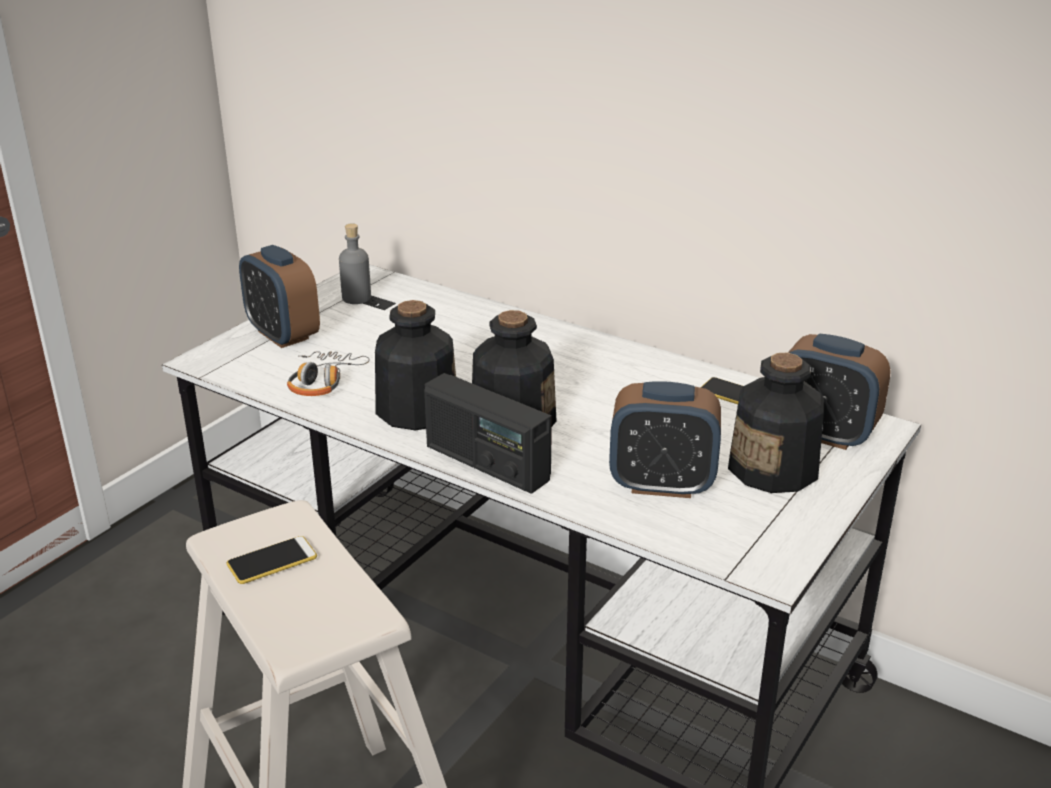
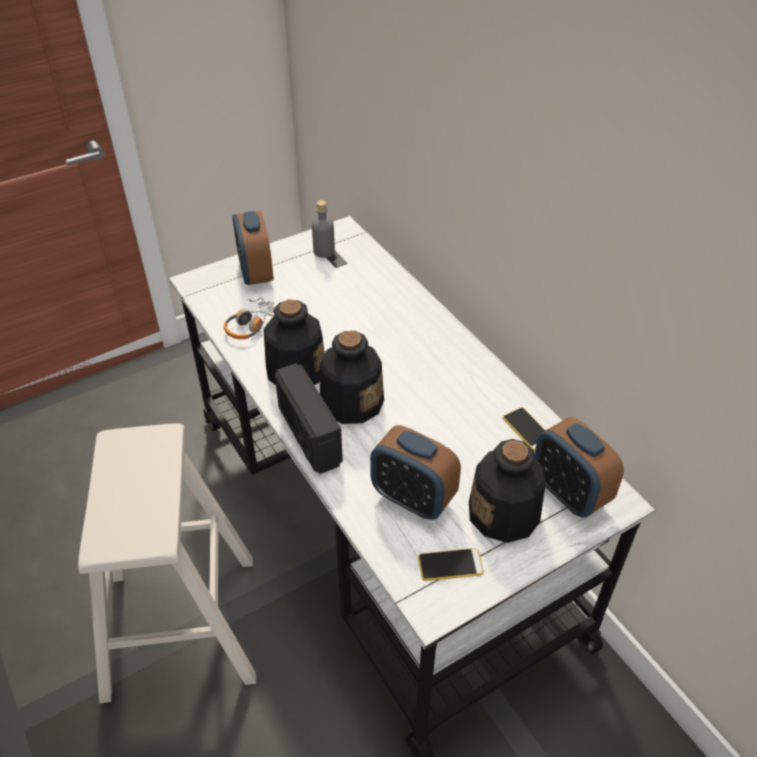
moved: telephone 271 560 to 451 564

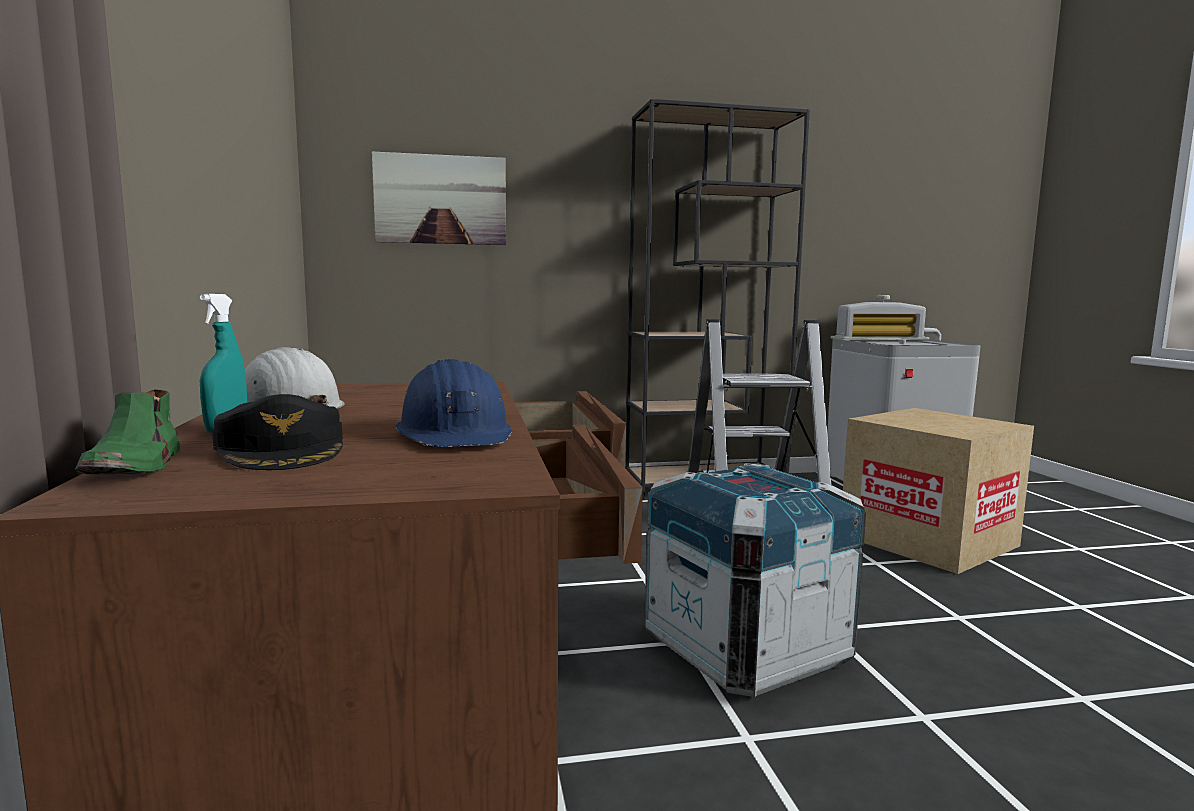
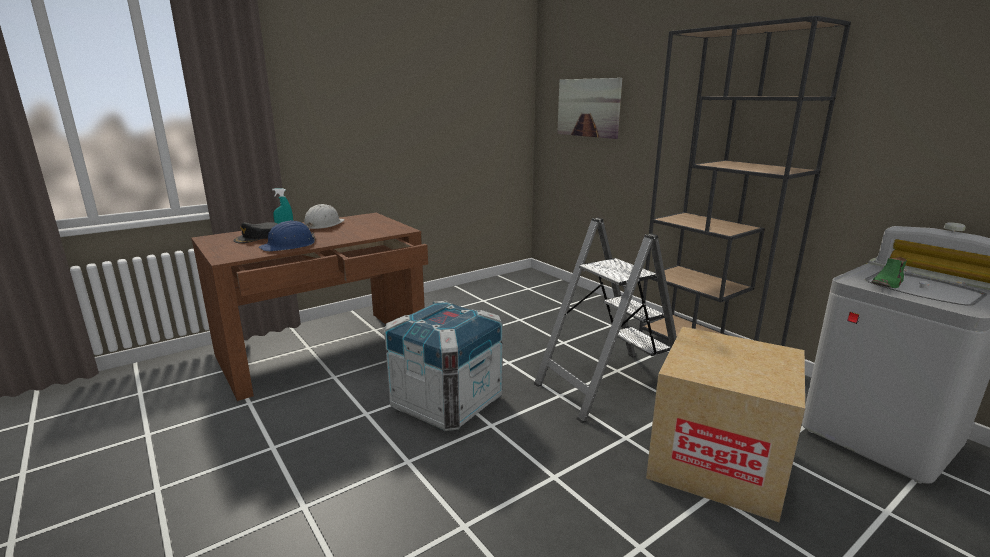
moved: green-coloured shoe 127 431 to 889 272

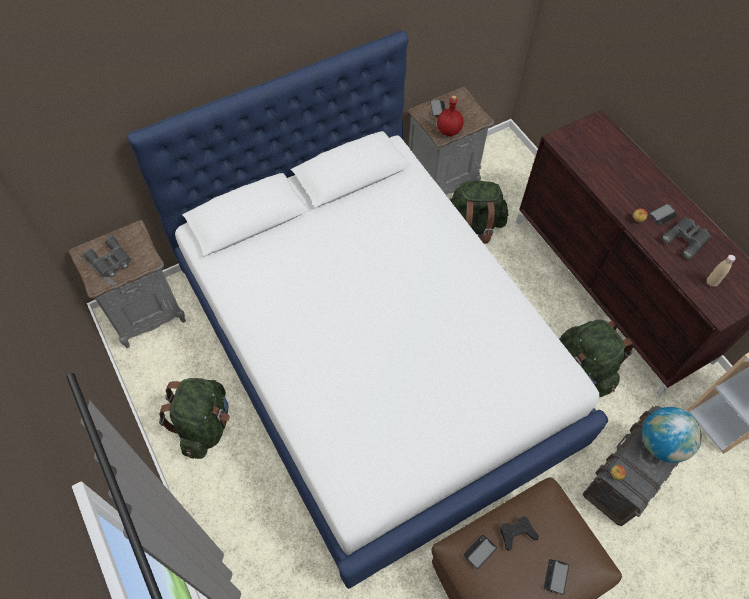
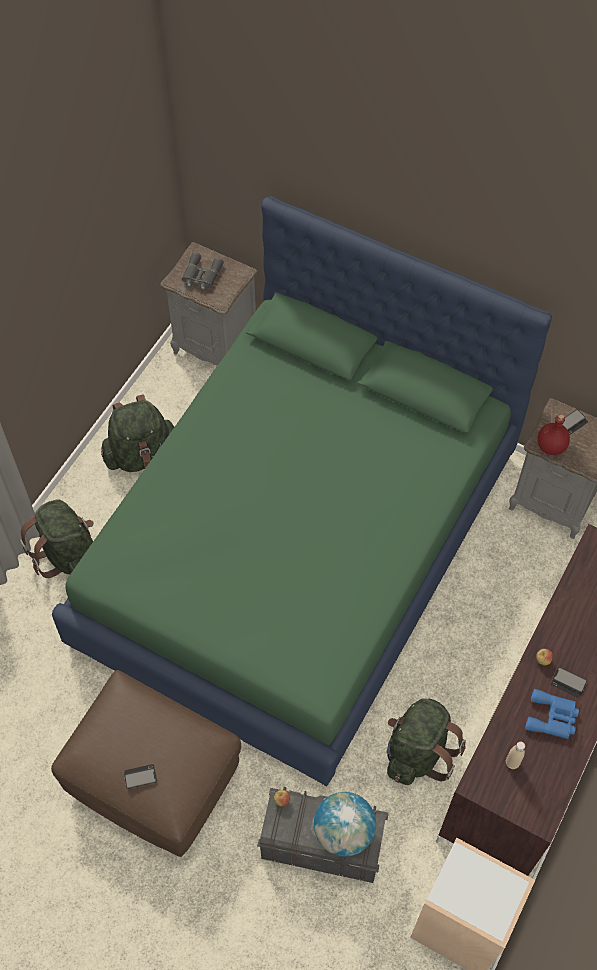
removed: telephone 480 552; black game controller 519 533
moved: green-coloured backpack 479 212 to 57 538
recoloured: white sleeping bed 368 309 to green-coloured sleeping bed 302 491; gray binoculars 686 238 to bluish binoculars 552 714

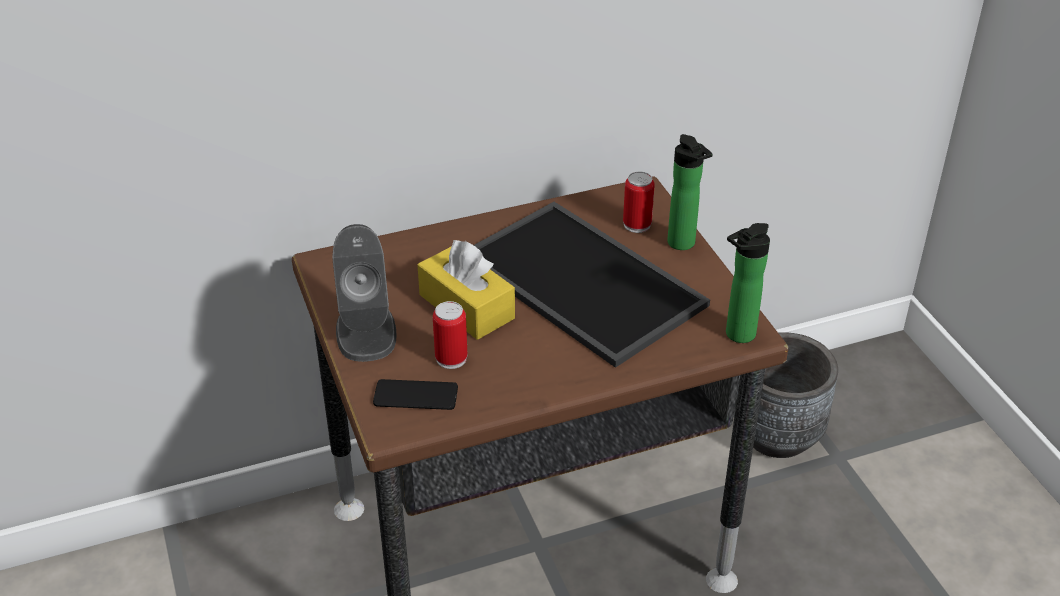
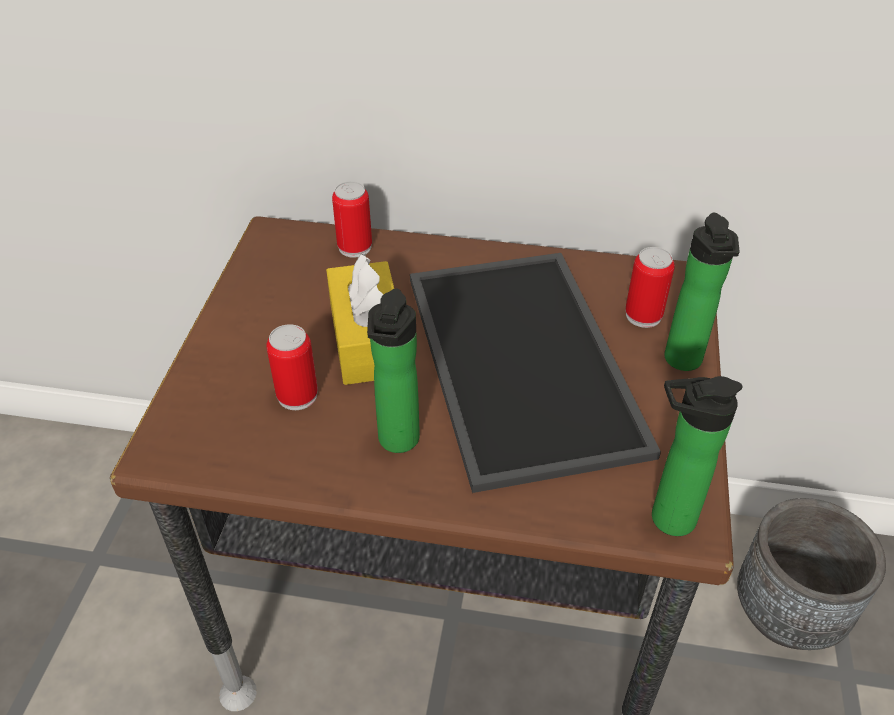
removed: gray loudspeaker 364 293; telephone 415 394
added: metal can 352 219; bottle 393 370

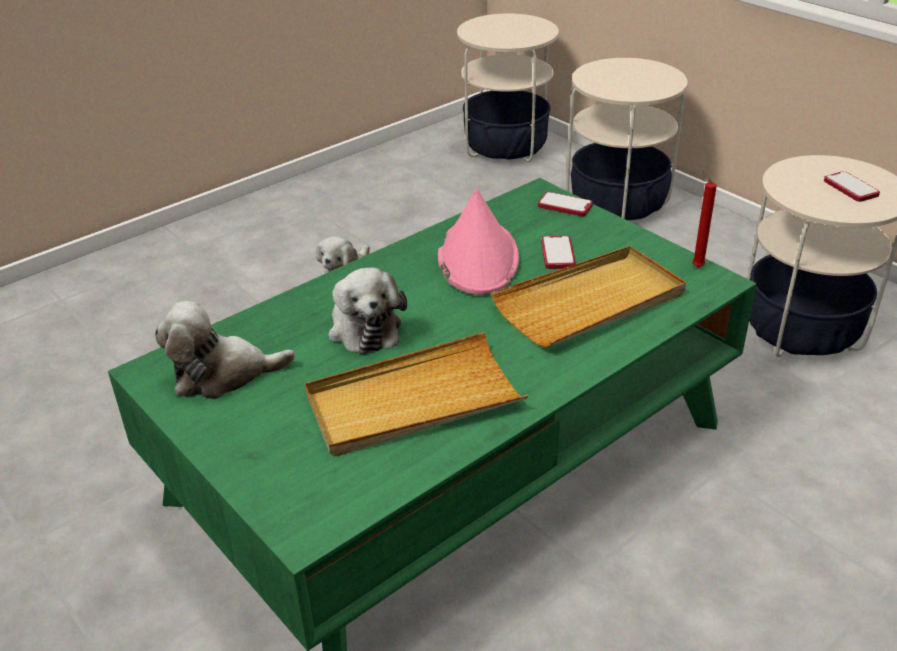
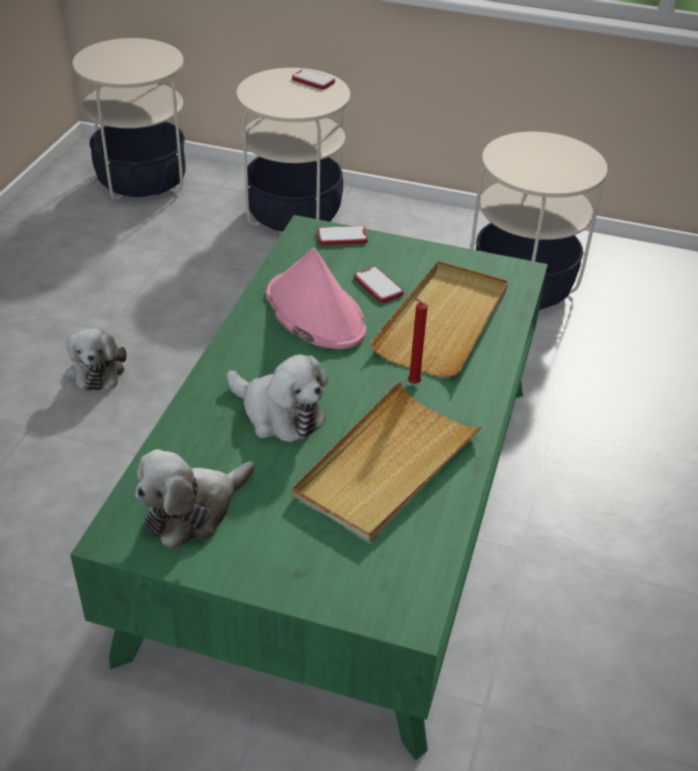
moved: red wax light 704 219 to 418 339; telephone 852 186 to 313 79

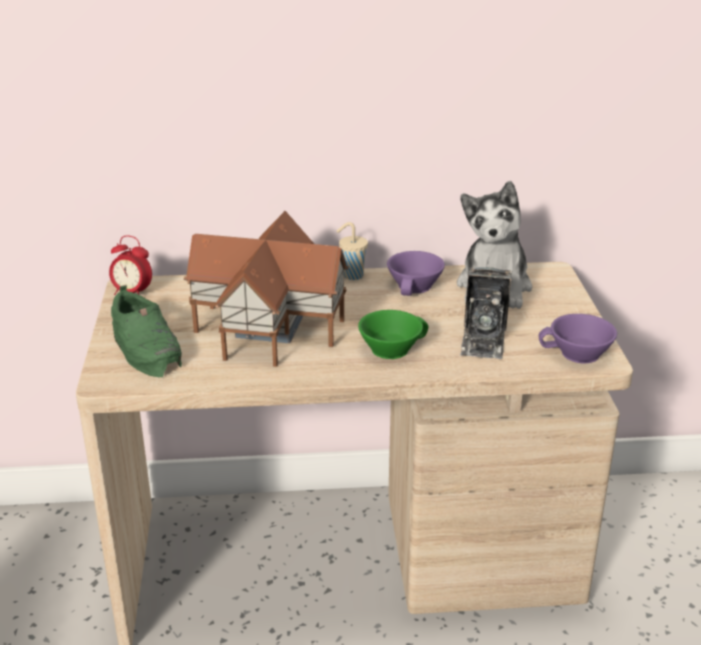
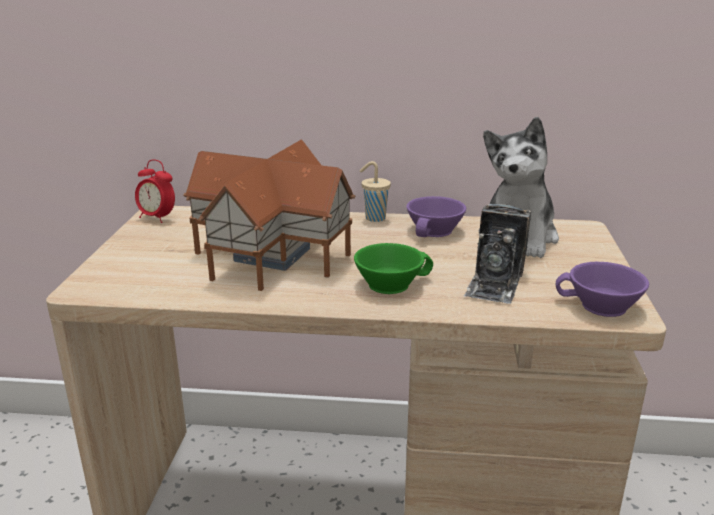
removed: green-coloured shoe 146 331

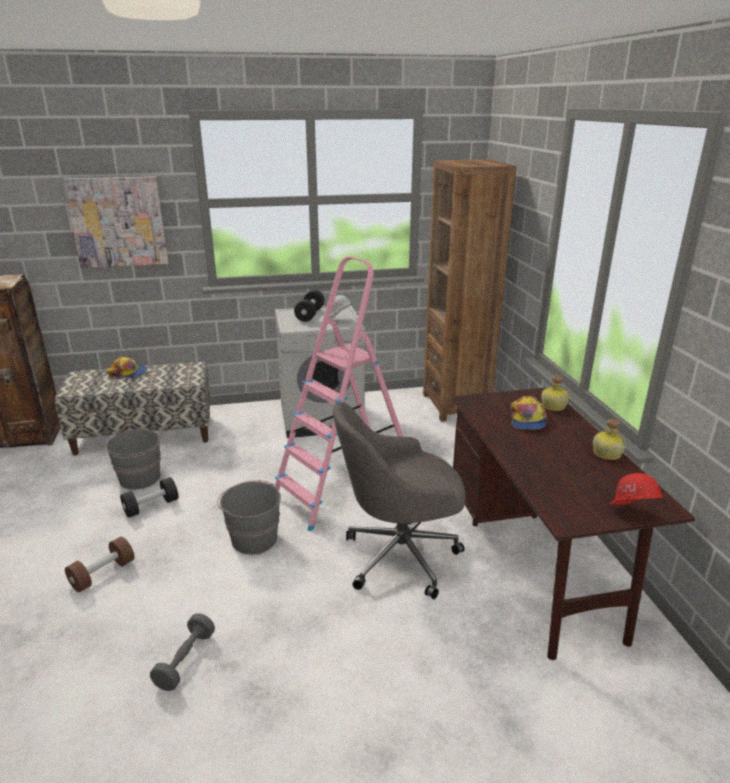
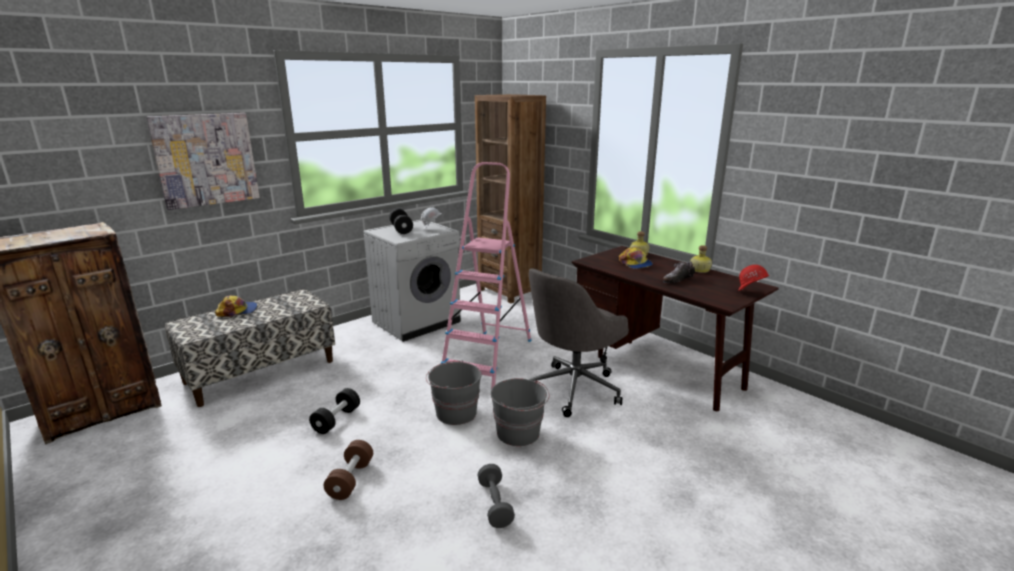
added: shoe 679 272
moved: gray water bucket 133 459 to 520 412

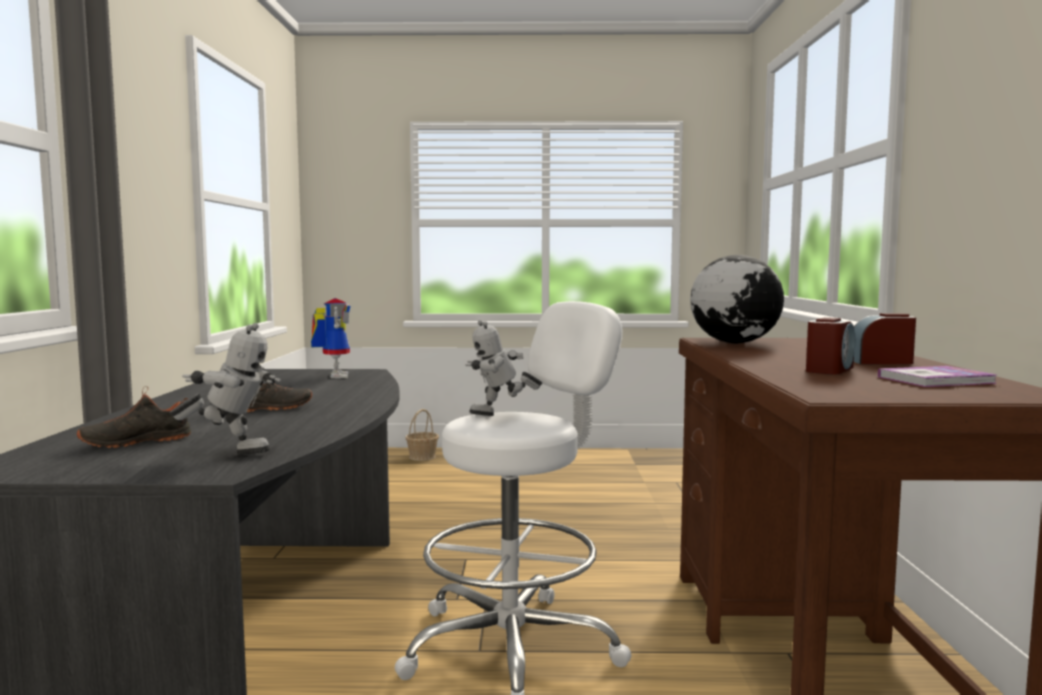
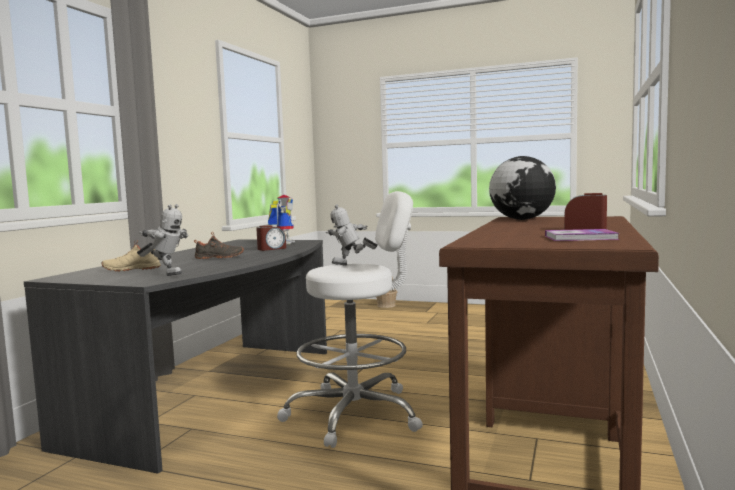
moved: alarm clock 830 346 to 271 238
recoloured: black shoe 134 417 to sand-coloured shoe 131 256

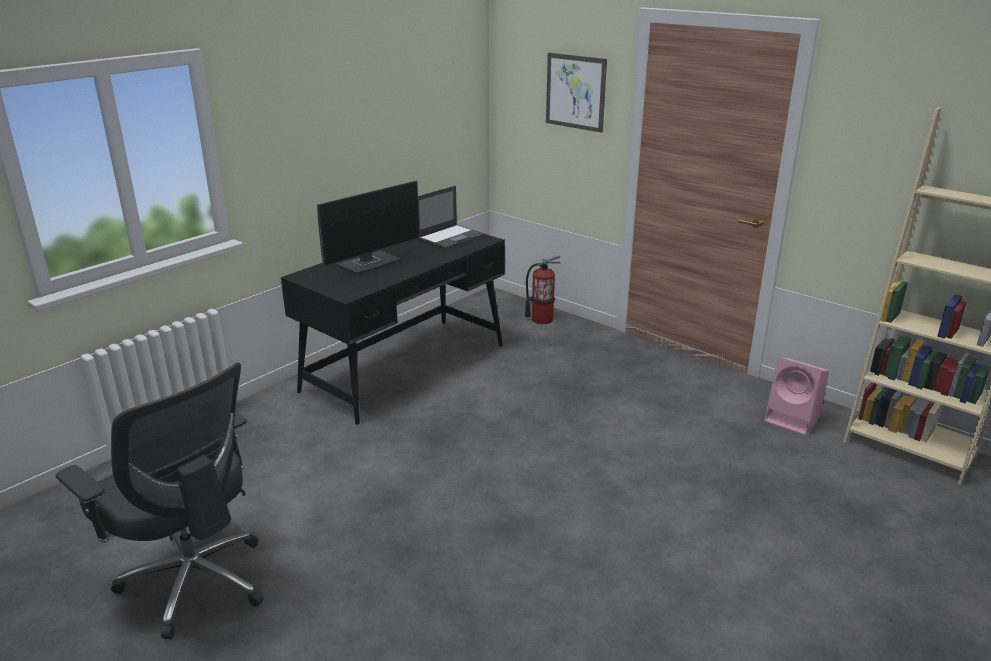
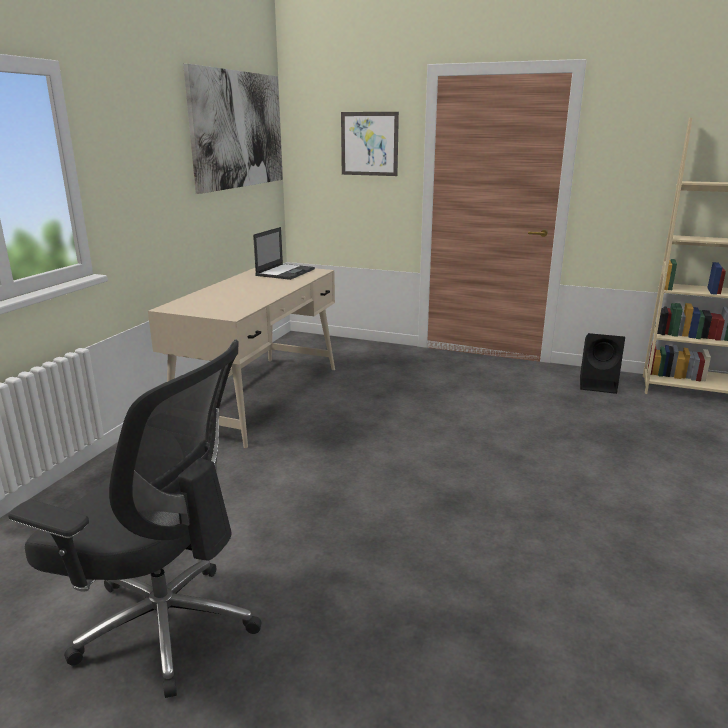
removed: computer display 368 227; fire extinguisher 543 289
added: wall picture 233 129
recoloured: black desk 393 329 to sand-coloured desk 241 358; pink-coloured loudspeaker 796 396 to black loudspeaker 602 363

